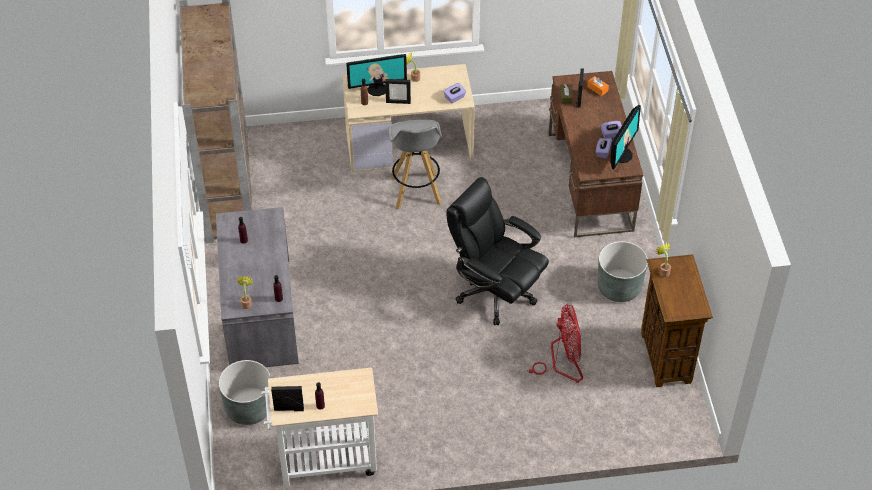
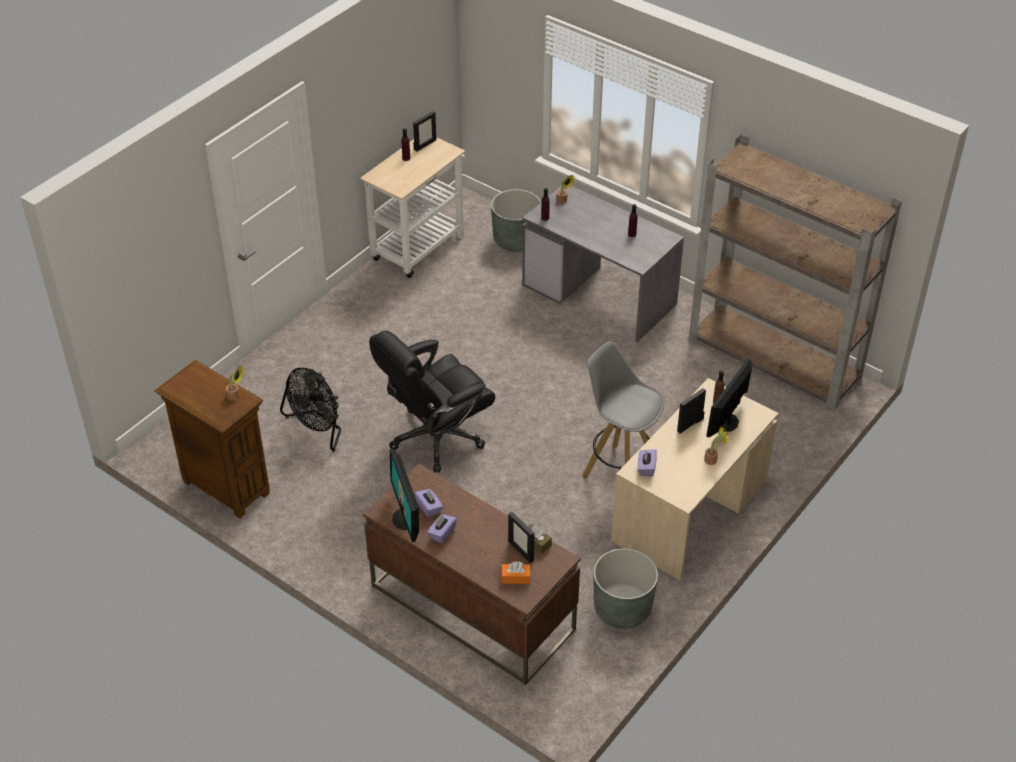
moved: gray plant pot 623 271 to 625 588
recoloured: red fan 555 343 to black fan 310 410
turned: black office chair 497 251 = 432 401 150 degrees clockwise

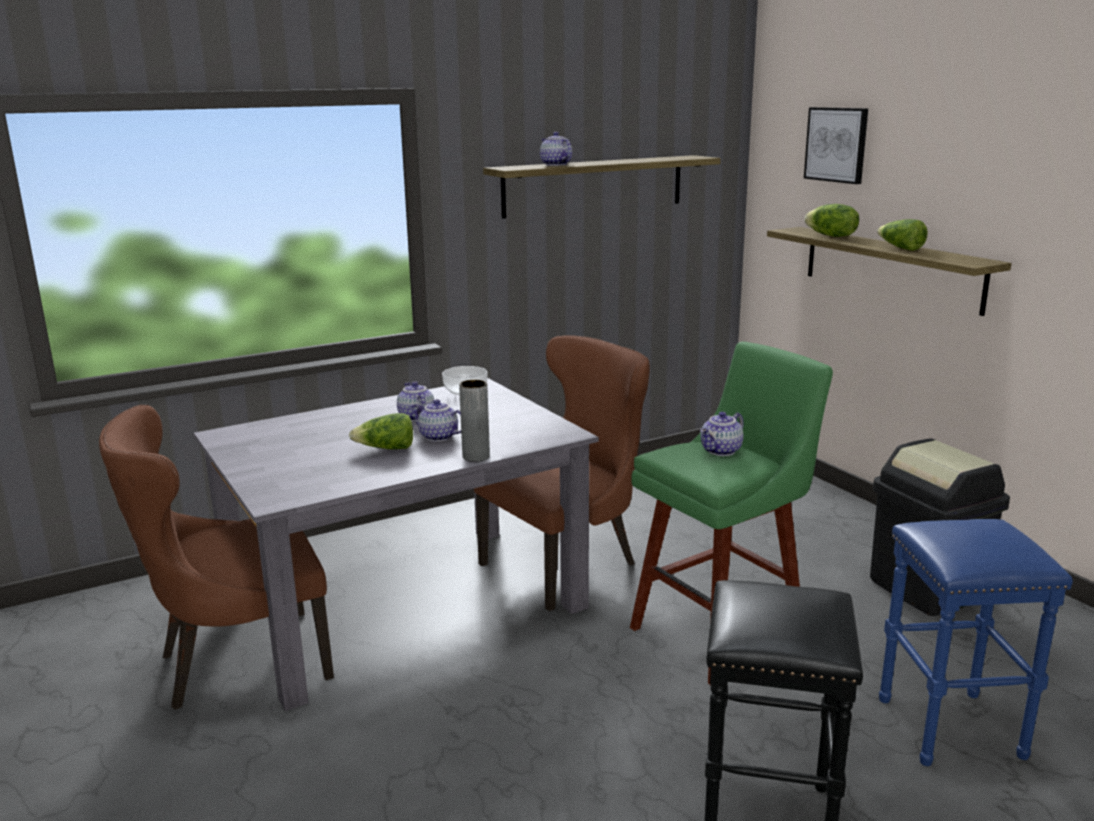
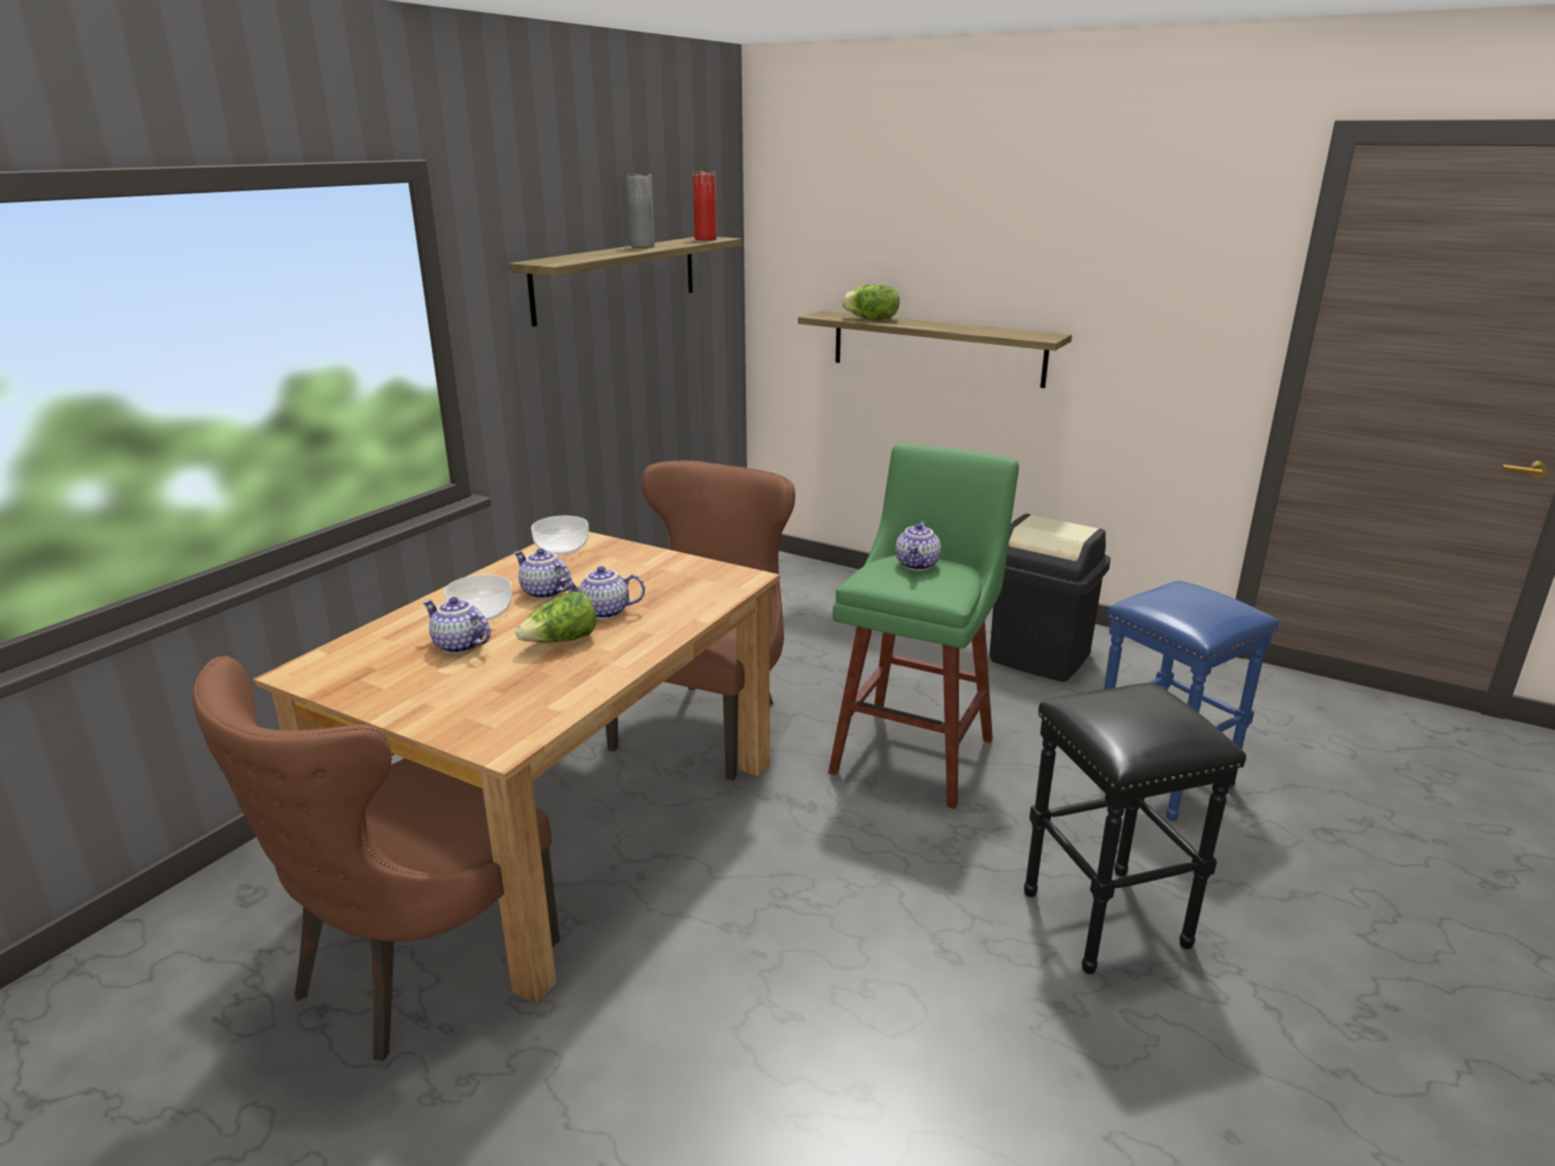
removed: wall picture 836 145; head of lettuce 902 235
added: deep dish 478 597; red vase 704 205
moved: gray vase 474 420 to 641 211; tea pot 556 149 to 457 625
recoloured: gray kitchen table 396 544 to brown-coloured kitchen table 516 768

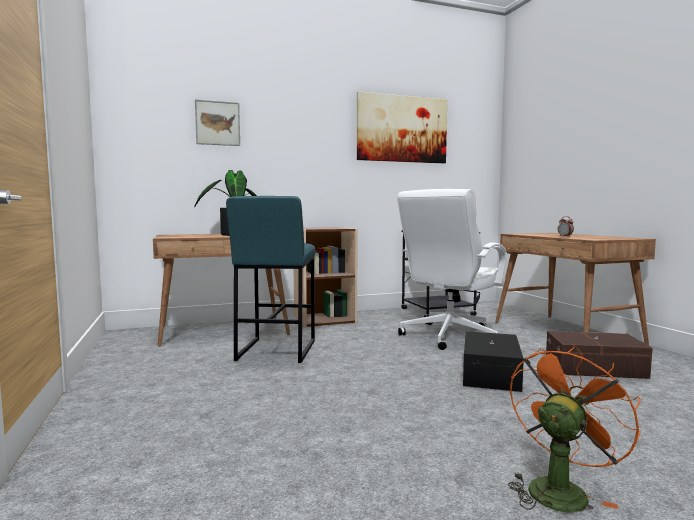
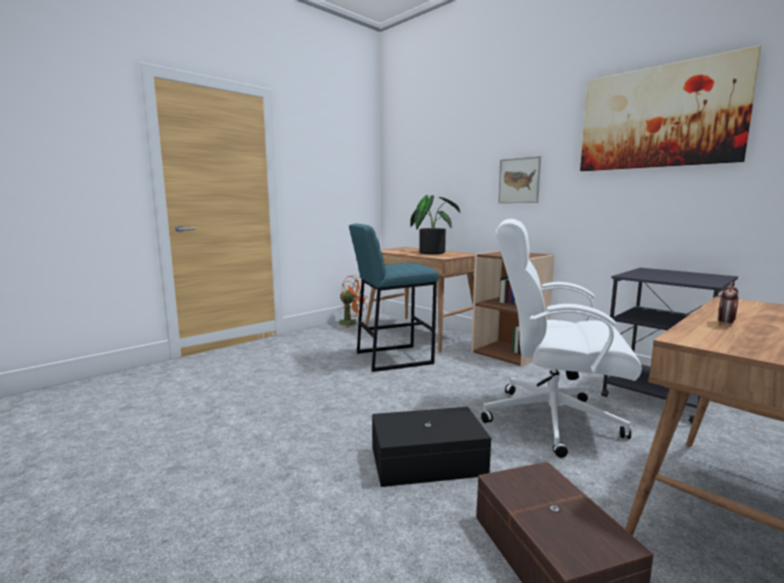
moved: wall picture 217 122 to 519 179; orange fan 574 428 to 352 301

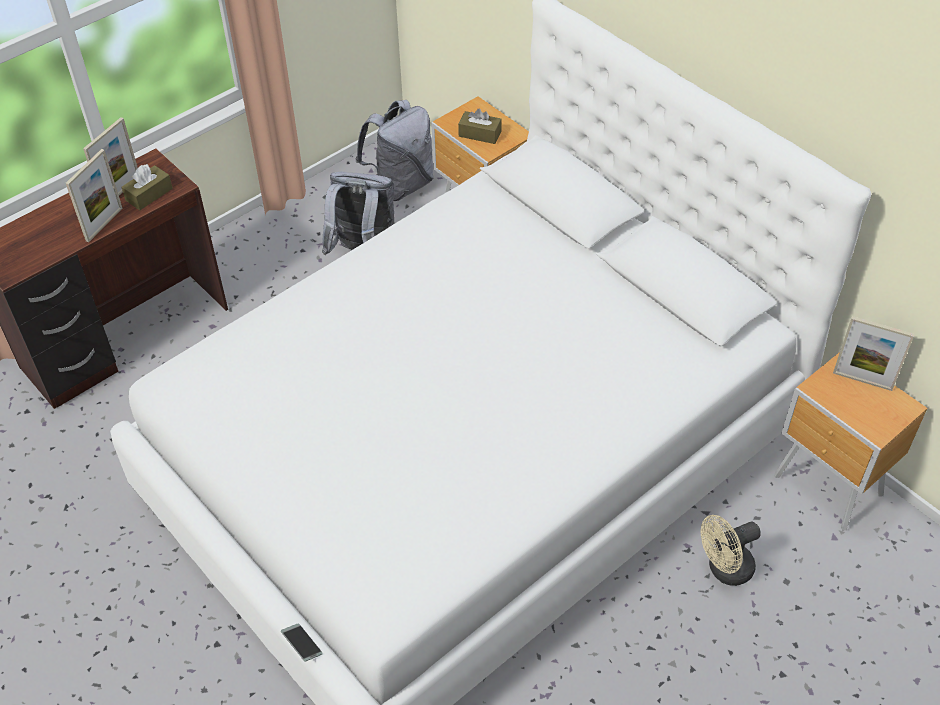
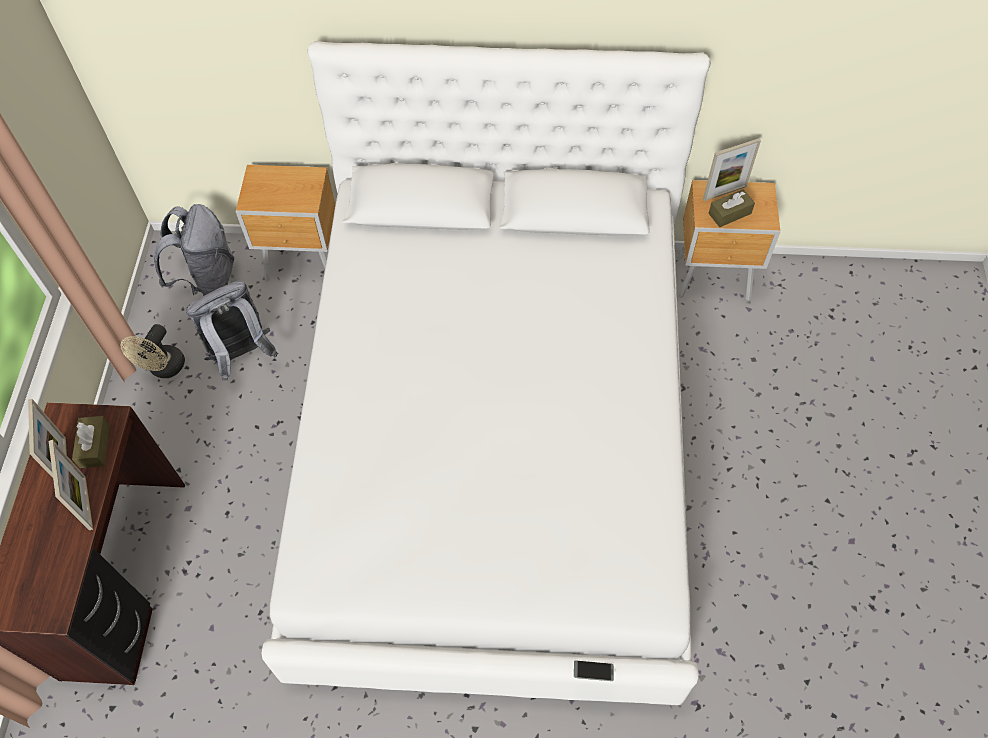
moved: brown-coloured tissue box 480 126 to 731 208; sand-coloured fan 731 550 to 152 351

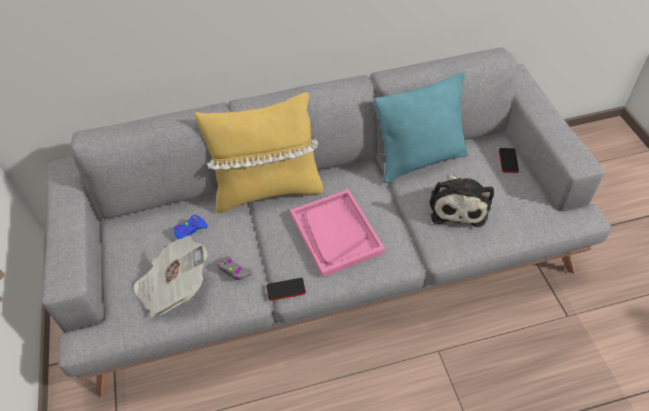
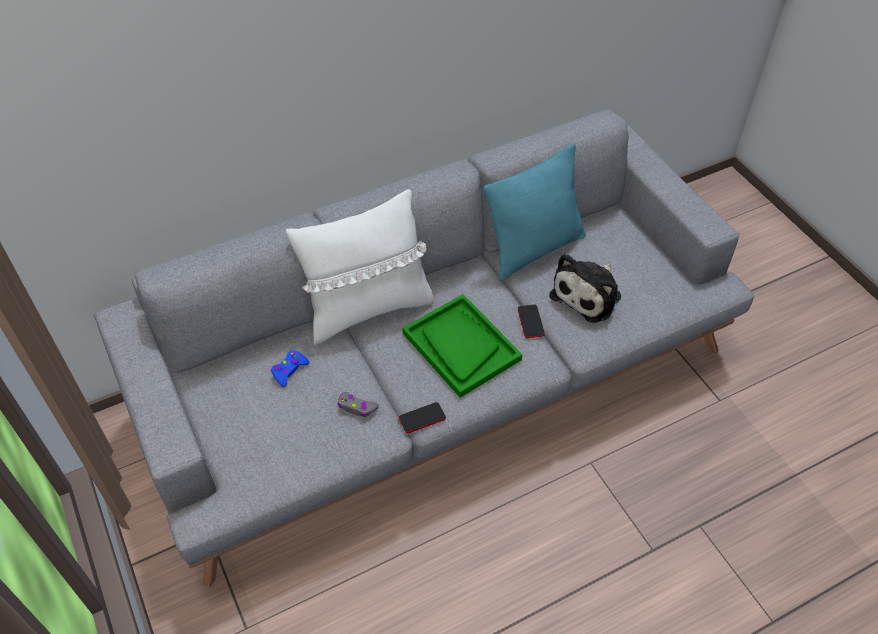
removed: printed paper 170 277
moved: telephone 509 160 to 531 321
recoloured: yellow-coloured throw pillow 259 152 to white throw pillow 359 267; pink-coloured tray 337 233 to green-coloured tray 462 346
turned: plush toy 461 200 = 585 288 45 degrees clockwise

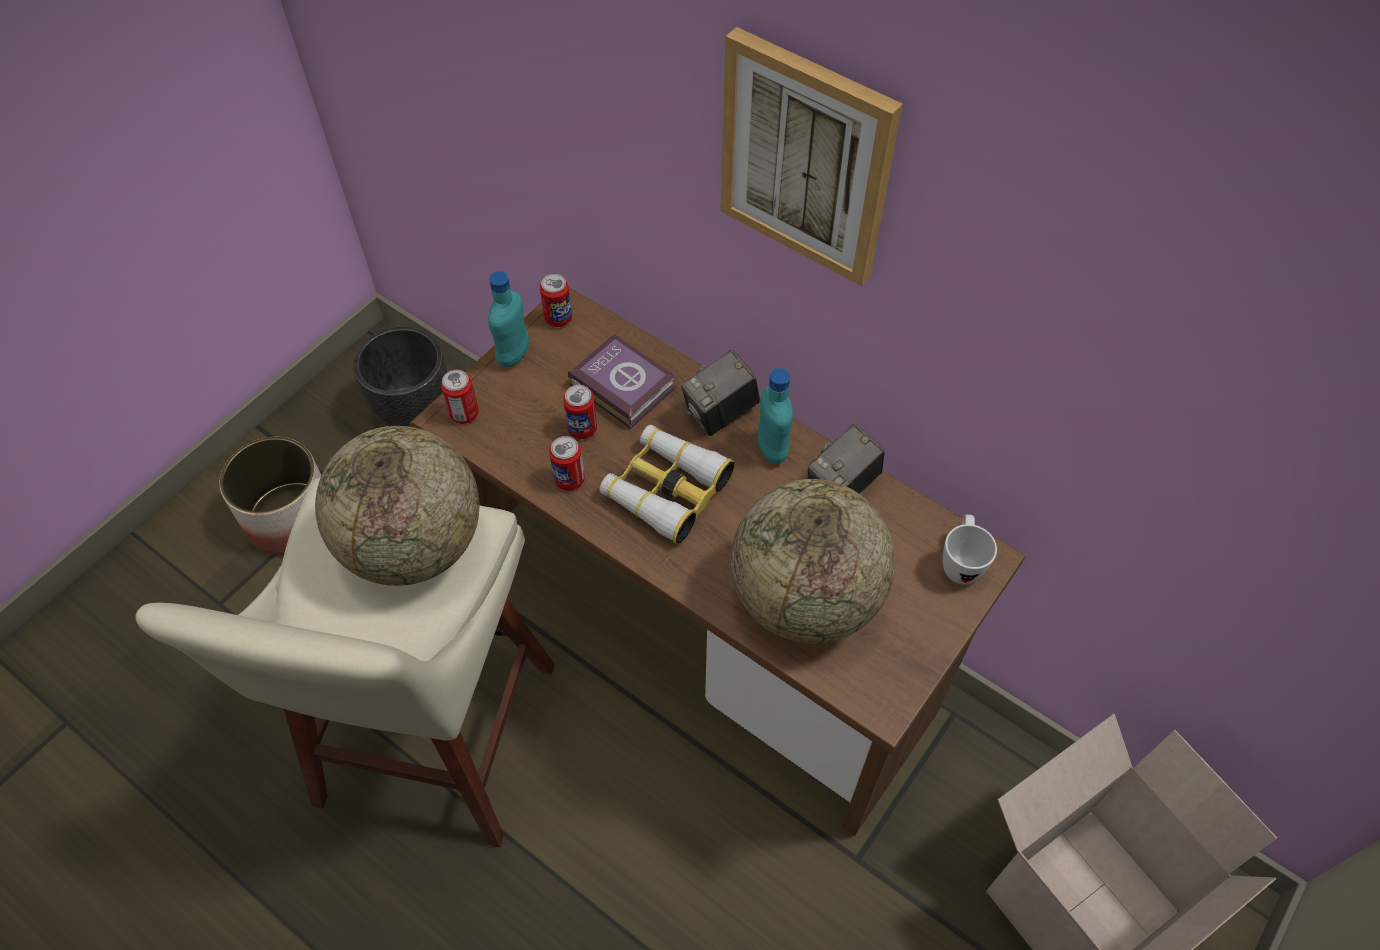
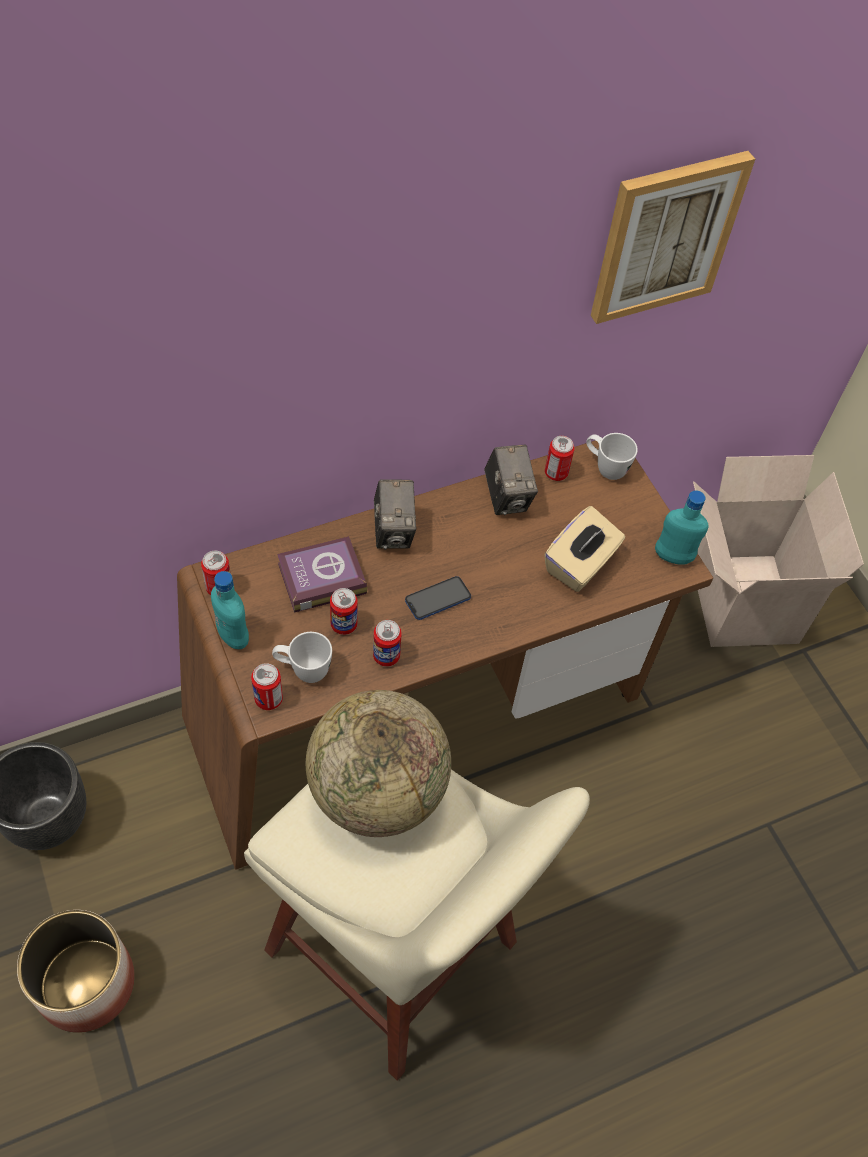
added: white tea mug 302 657; metal can 560 458
moved: wall picture 811 156 to 673 237; turquoise bottle 775 416 to 681 528
replaced: binoculars 666 484 to telephone 438 598; globe 812 561 to sand-coloured tissue box 584 549

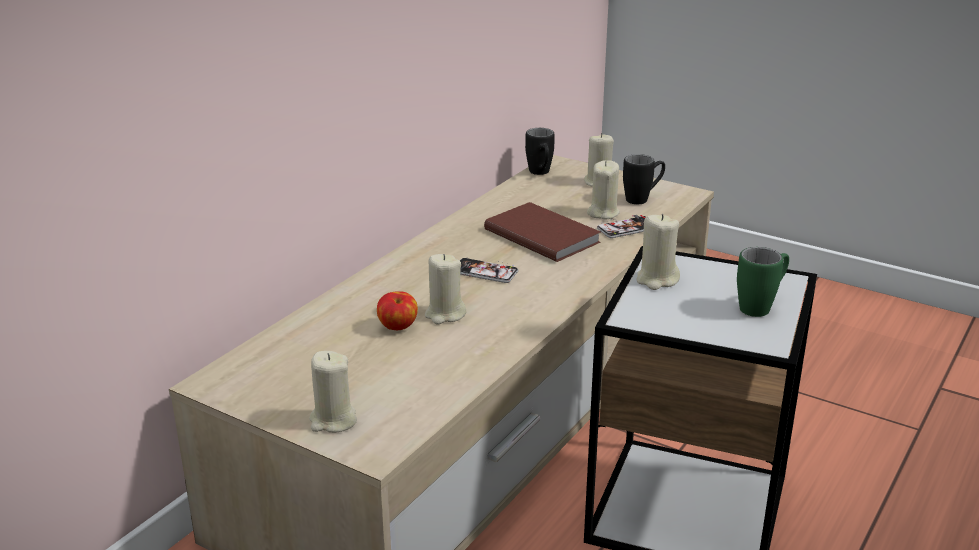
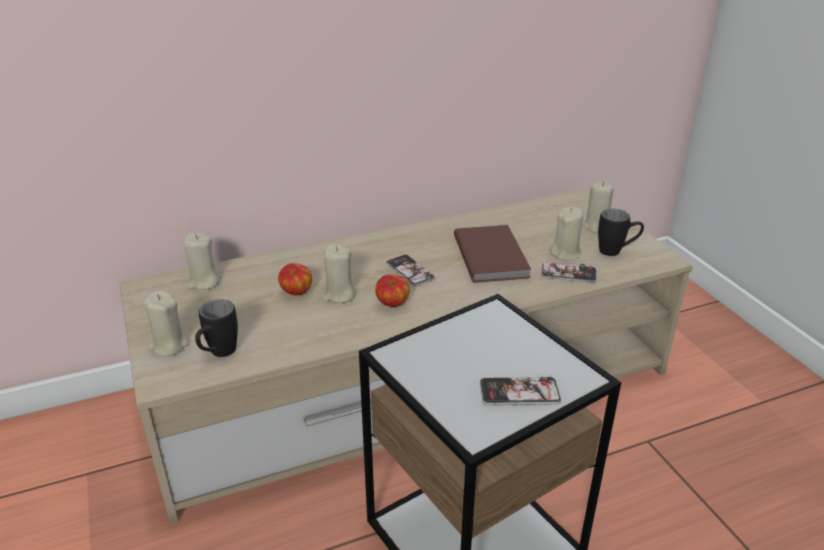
added: whole apple 392 290
moved: black tea mug 540 151 to 216 328; sand-coloured wax light 658 252 to 202 261
replaced: green-coloured tea mug 763 282 to telephone 520 389

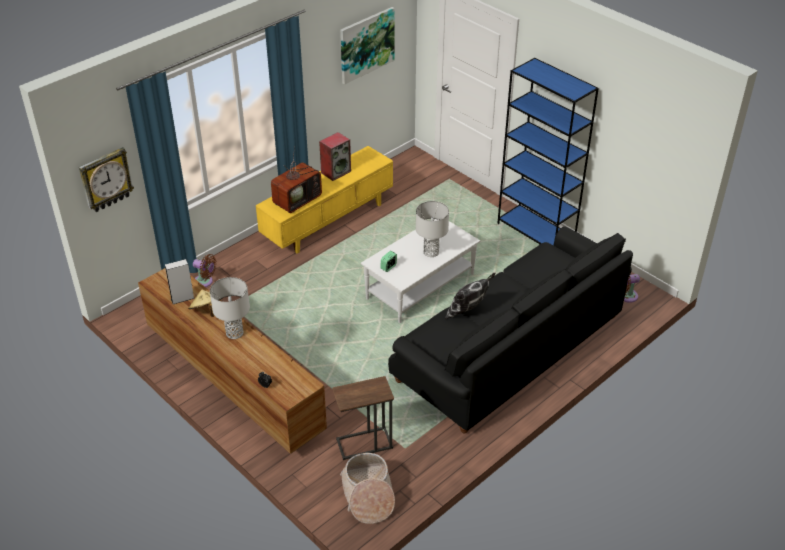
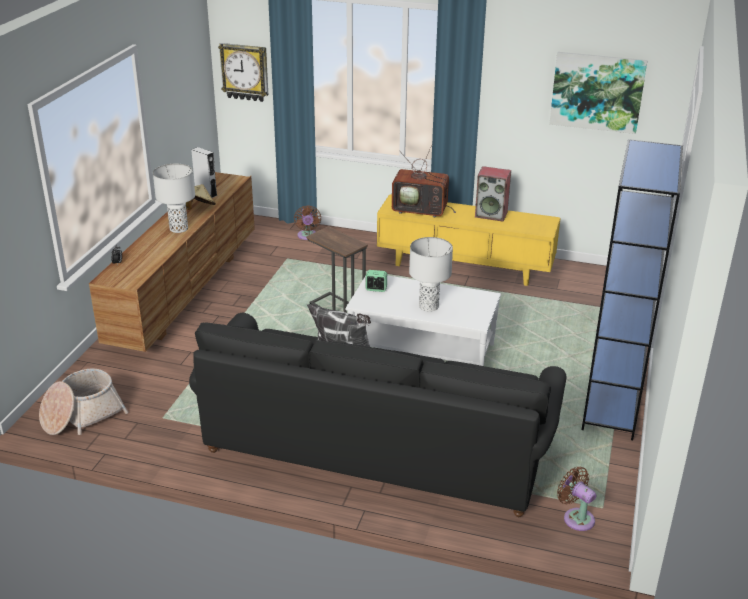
moved: brown-coloured side table 363 418 to 337 270

